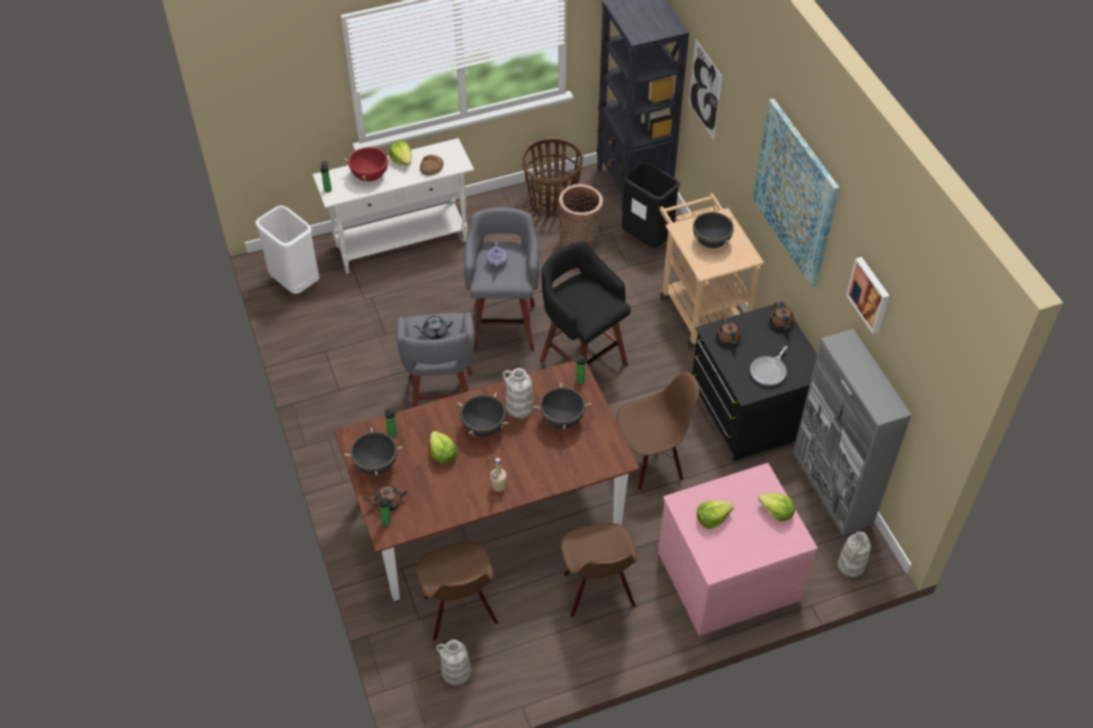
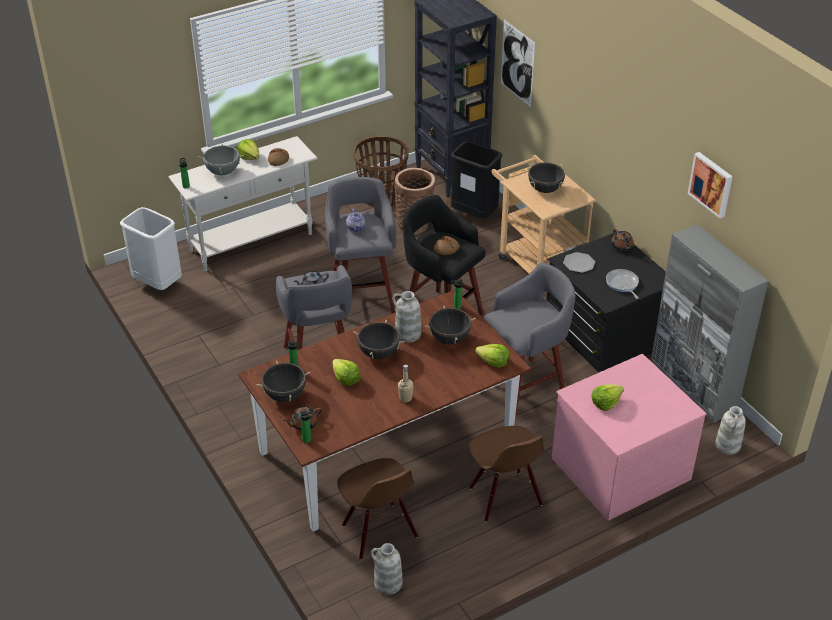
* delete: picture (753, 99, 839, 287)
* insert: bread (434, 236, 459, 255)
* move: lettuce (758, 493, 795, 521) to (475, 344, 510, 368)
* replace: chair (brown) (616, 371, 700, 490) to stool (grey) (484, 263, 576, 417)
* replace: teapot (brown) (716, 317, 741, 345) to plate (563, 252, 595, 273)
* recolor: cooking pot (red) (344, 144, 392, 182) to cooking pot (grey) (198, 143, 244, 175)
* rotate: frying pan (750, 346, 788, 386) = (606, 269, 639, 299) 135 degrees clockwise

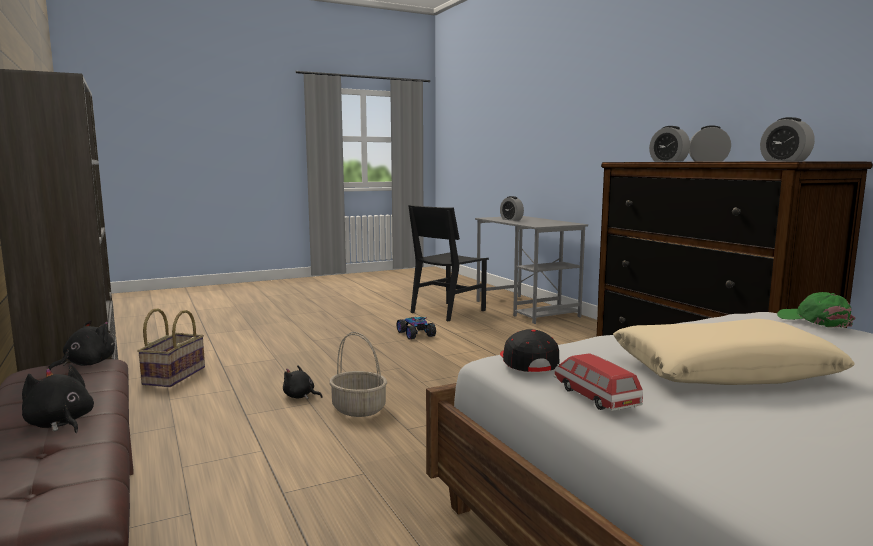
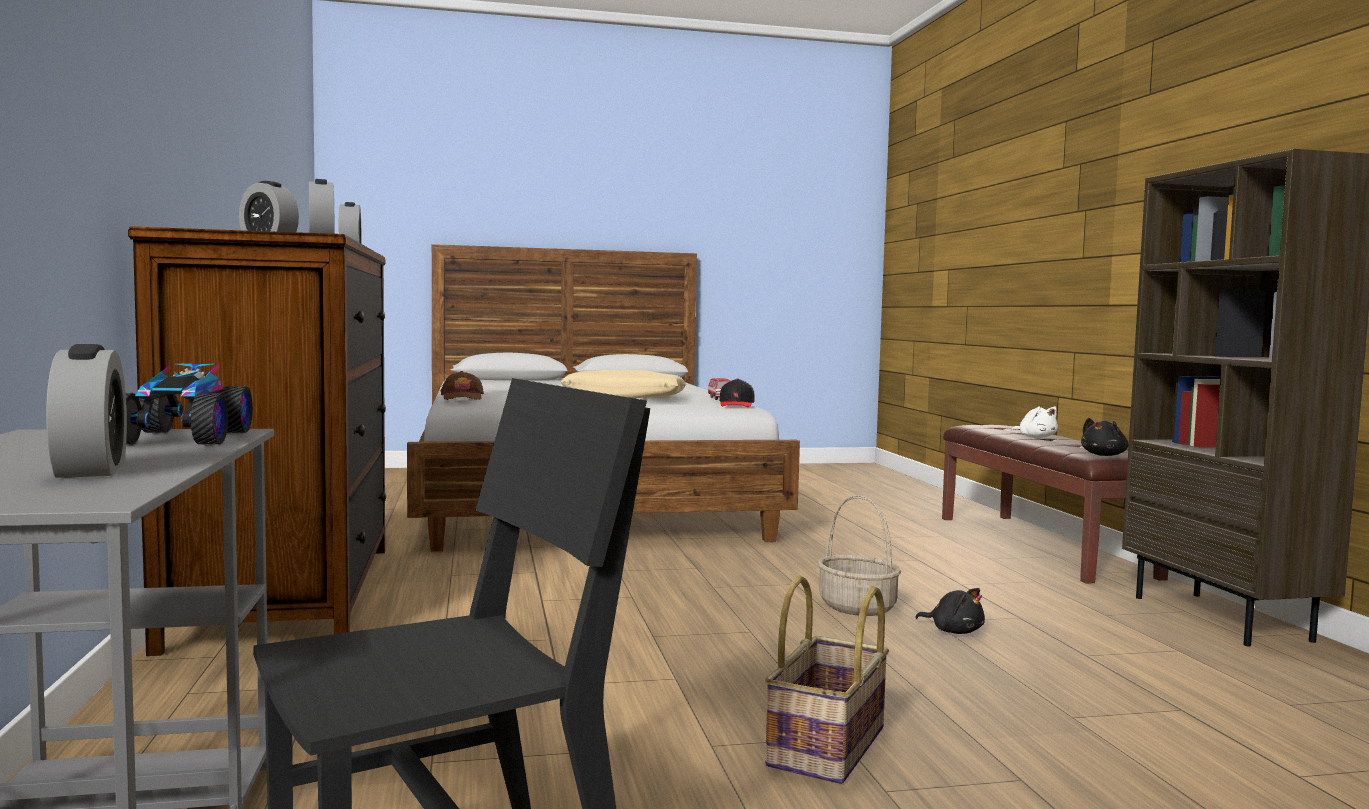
* move: basket (137, 308, 205, 387) to (765, 575, 889, 784)
* move: toy car (397, 317, 436, 339) to (126, 363, 253, 445)
* recolor: plush toy (black) (22, 365, 94, 433) to plush toy (white) (1011, 407, 1058, 438)
* recolor: cap (green) (777, 292, 856, 328) to cap (brown) (441, 371, 484, 400)

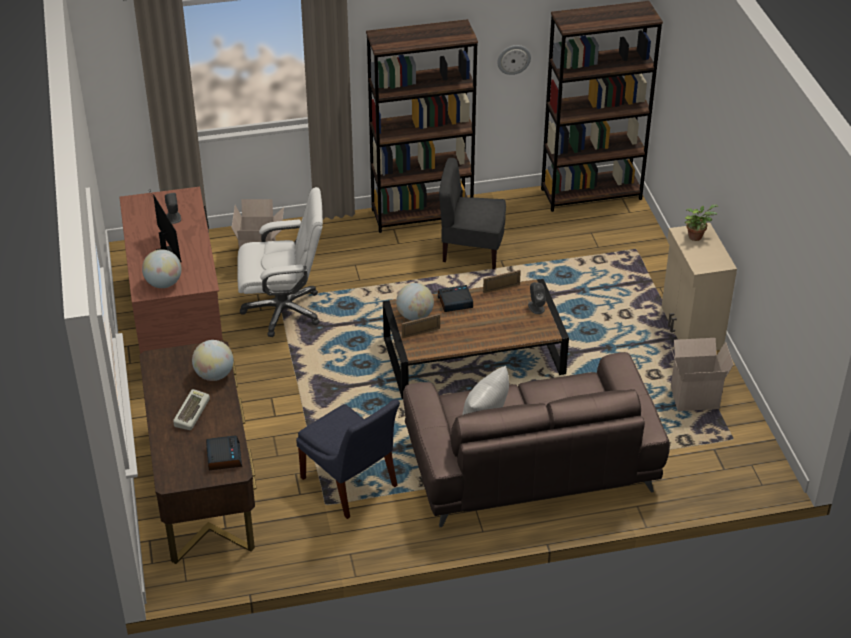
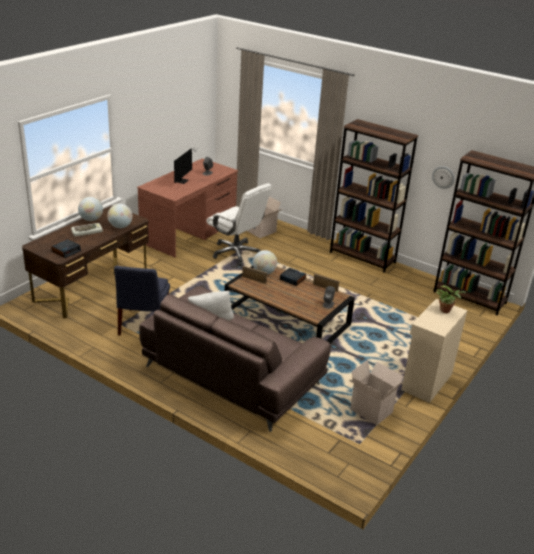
* delete: chair (grey) (439, 158, 506, 269)
* move: globe (142, 249, 182, 288) to (78, 197, 103, 221)

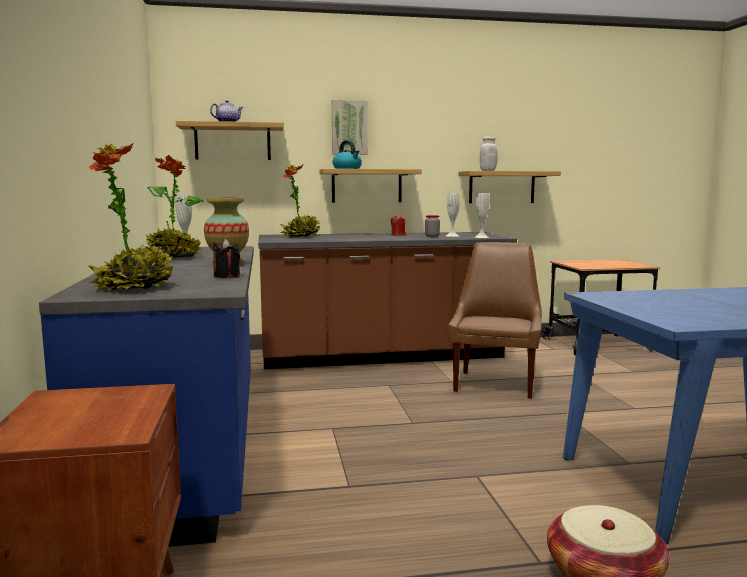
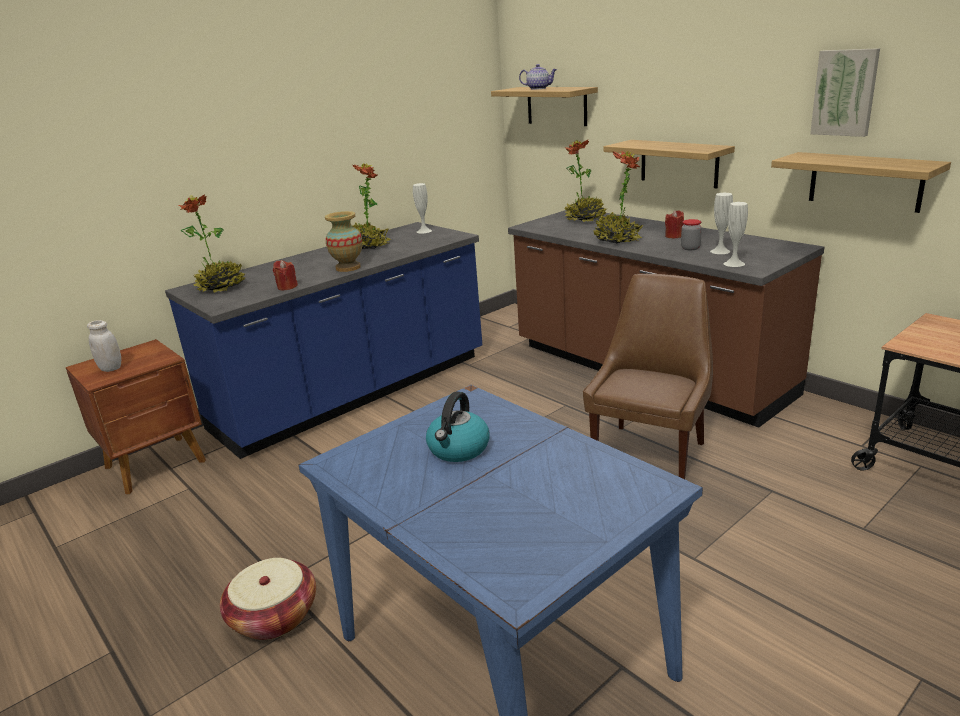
* insert: potted plant (593, 151, 643, 244)
* move: picture (332, 100, 368, 155) to (810, 48, 880, 137)
* move: kettle (333, 140, 362, 169) to (426, 392, 490, 462)
* move: jar (white) (480, 137, 498, 171) to (87, 320, 121, 372)
* recolor: candle (black) (213, 239, 240, 278) to candle (red) (273, 260, 298, 290)
* rotate: chair (brown) (448, 242, 542, 399) = (583, 274, 713, 479) 45 degrees counterclockwise

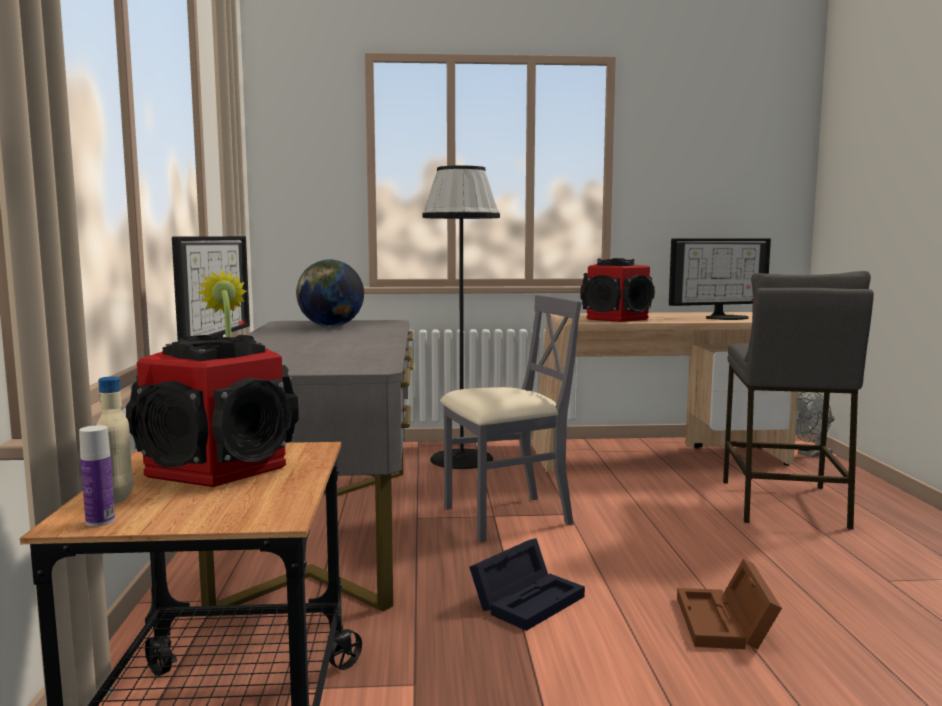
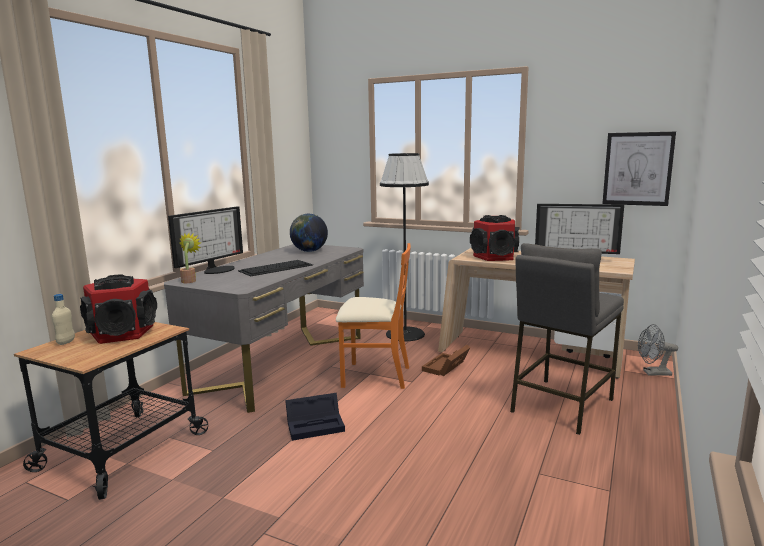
* delete: bottle (79, 425, 115, 526)
* insert: keyboard (238, 260, 313, 276)
* insert: picture (602, 132, 676, 206)
* move: storage box (brown) (677, 559, 782, 649) to (422, 345, 471, 376)
* recolor: chair (grey) (440, 295, 581, 542) to chair (orange) (336, 243, 411, 389)

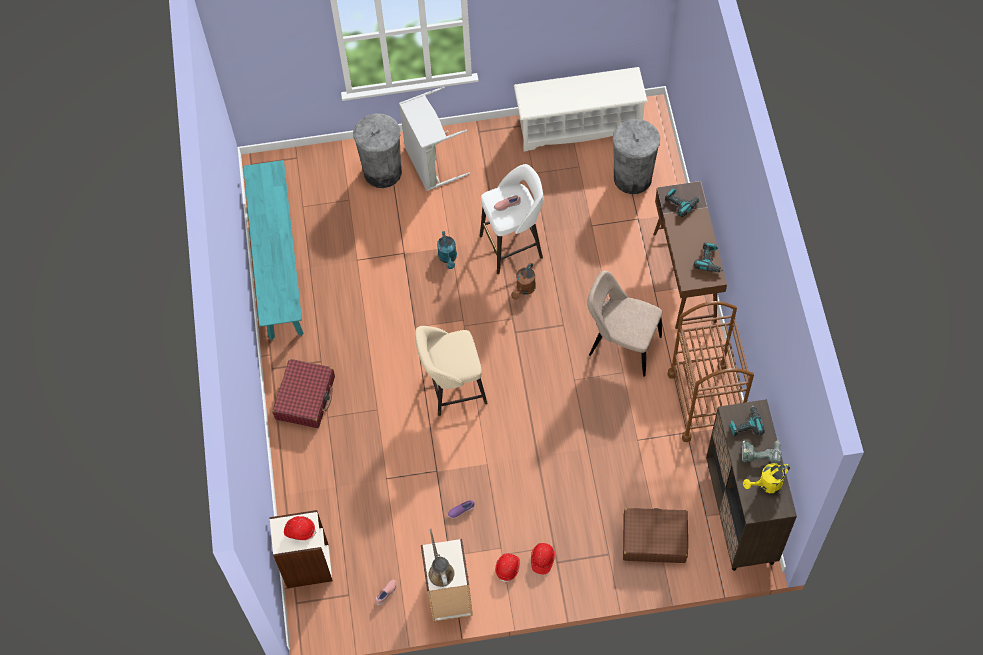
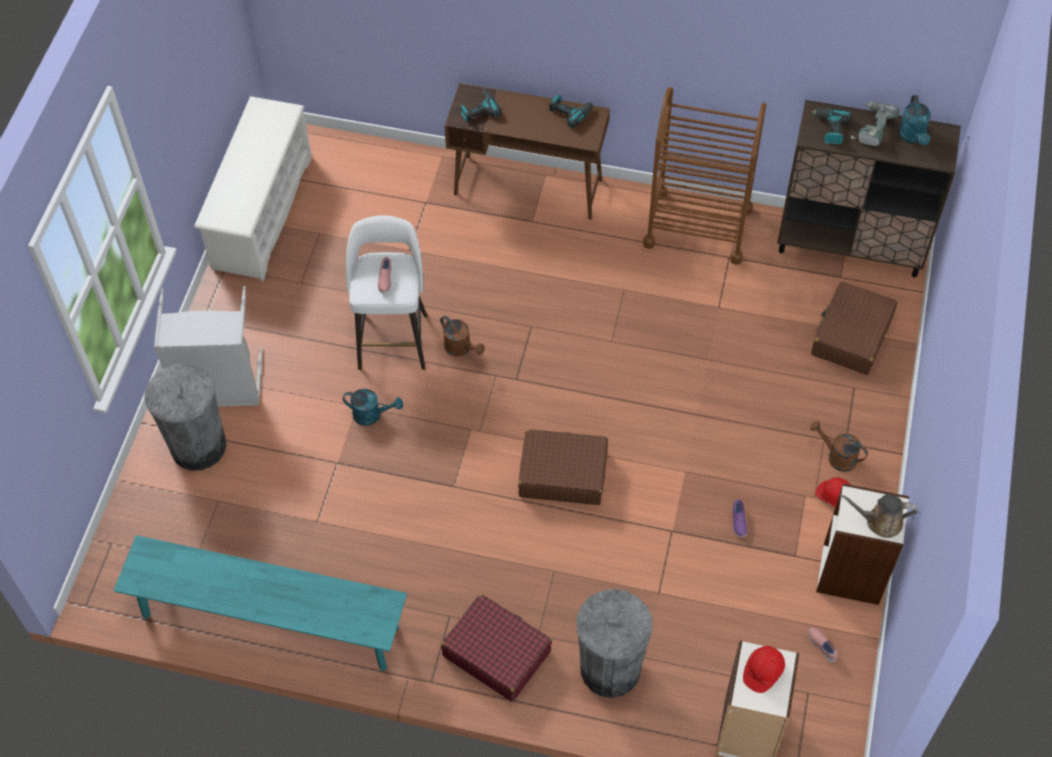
* delete: chair (beige) (587, 270, 662, 377)
* move: trash can (grey) (613, 119, 660, 194) to (576, 589, 653, 698)
* replace: stool (beige) (415, 326, 487, 416) to suitcase (brown) (518, 429, 608, 505)
* replace: hard hat (red) (531, 543, 555, 574) to watering can (brown) (810, 421, 868, 472)
* recolor: watering can (yellow) (743, 463, 790, 493) to watering can (turquoise) (898, 95, 931, 145)

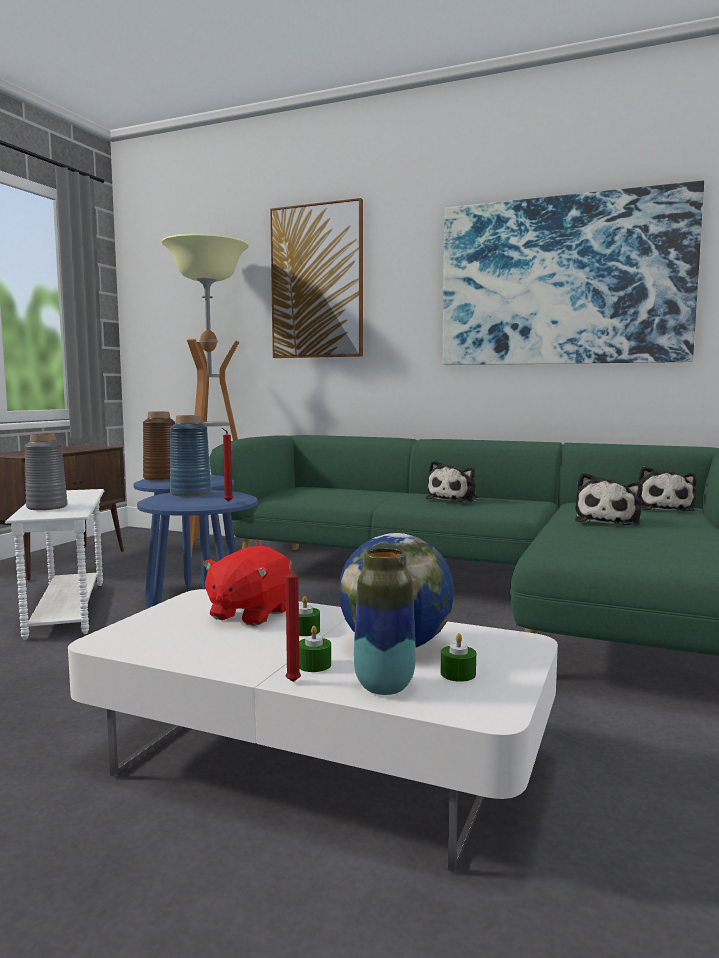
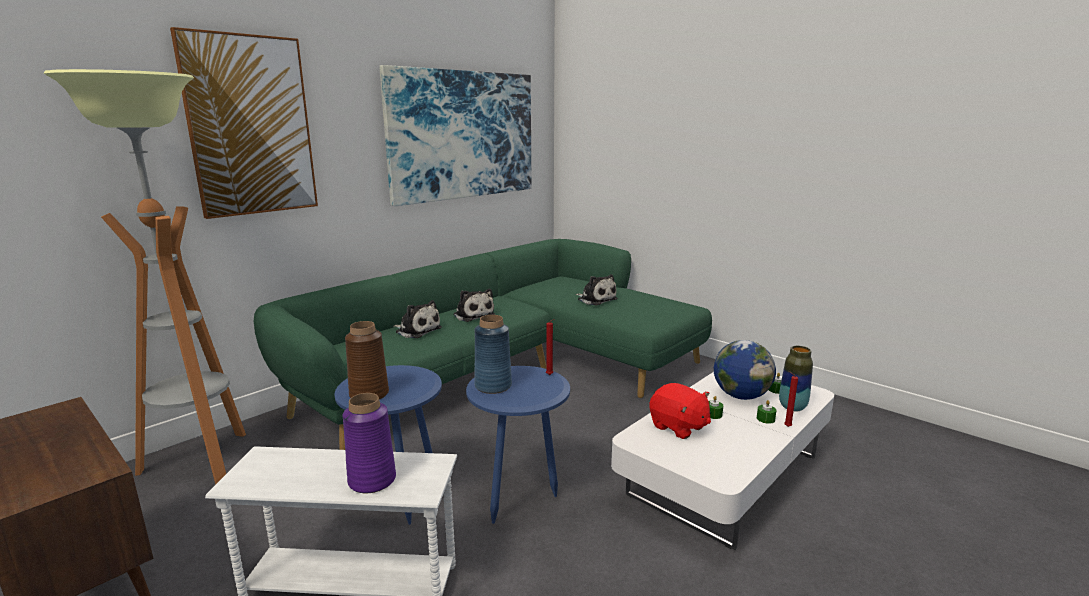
* move: plush toy (639, 466, 697, 511) to (394, 300, 442, 338)
* recolor: vase (grey) (24, 433, 68, 510) to vase (purple) (342, 393, 396, 493)

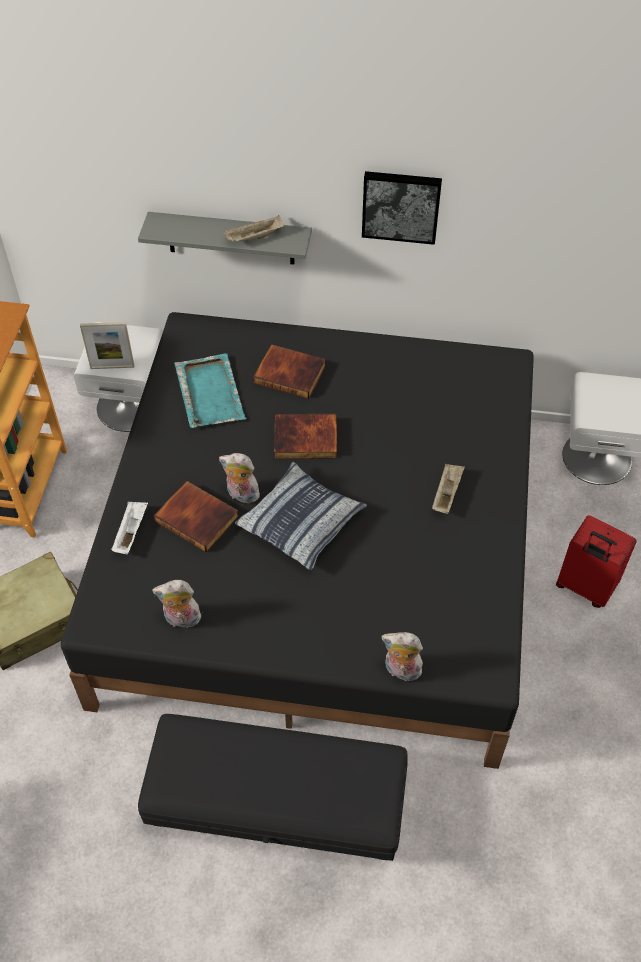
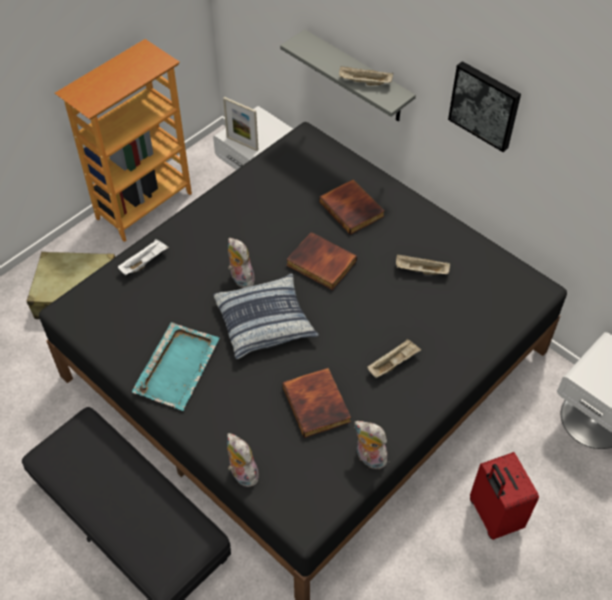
* insert: tray (beige) (396, 254, 450, 275)
* move: plush toy (152, 580, 201, 628) to (355, 421, 390, 469)
* move: book (154, 481, 239, 553) to (283, 368, 351, 438)
* move: tray (turquoise) (174, 353, 246, 428) to (132, 322, 219, 411)

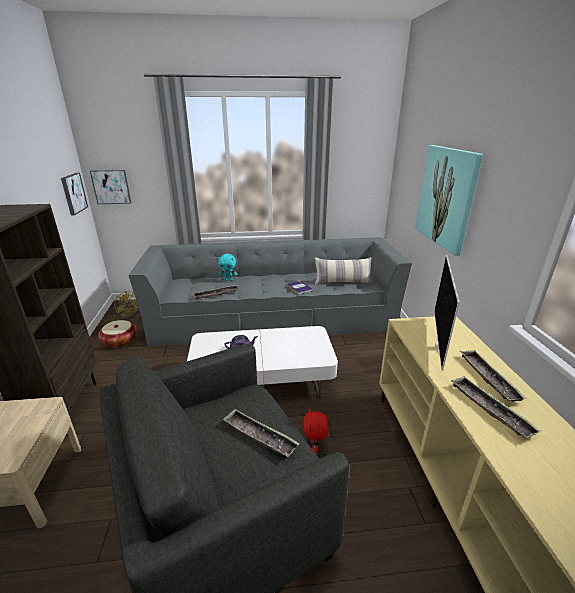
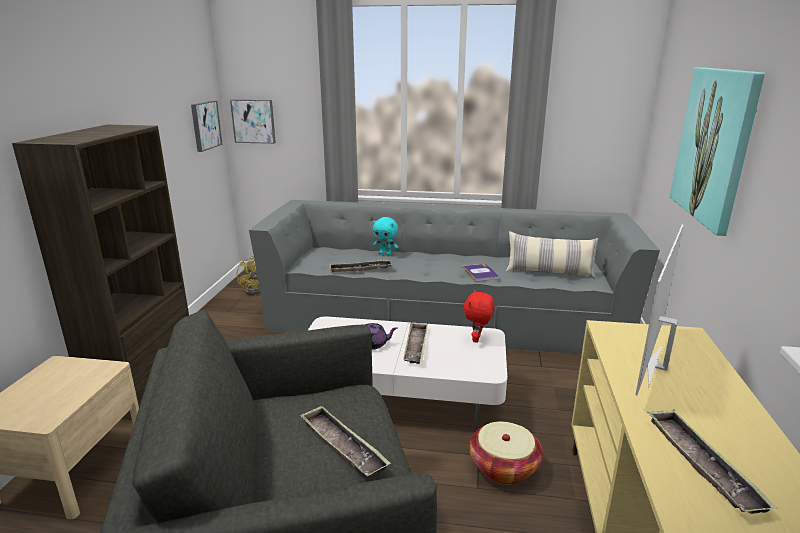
* move: basket (98, 320, 137, 348) to (469, 422, 543, 485)
* move: plush toy (red) (303, 408, 328, 453) to (464, 290, 495, 343)
* move: tray (460, 350, 527, 402) to (403, 323, 428, 364)

